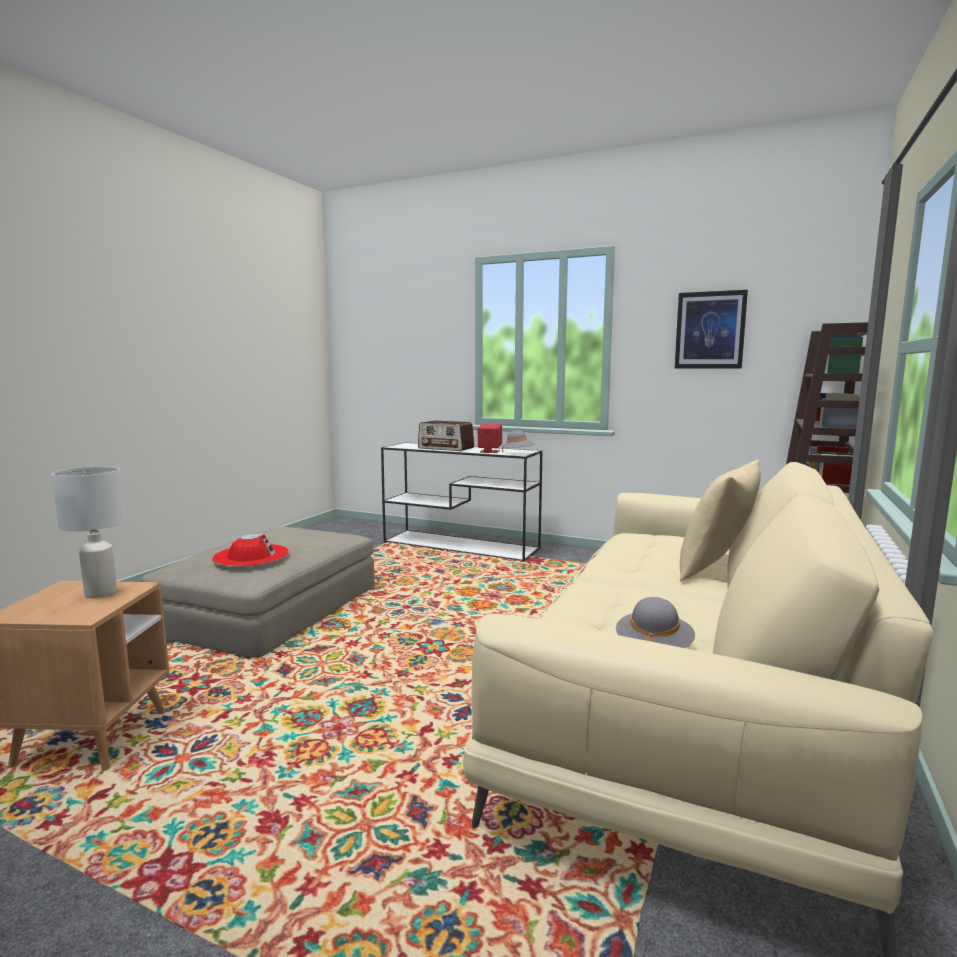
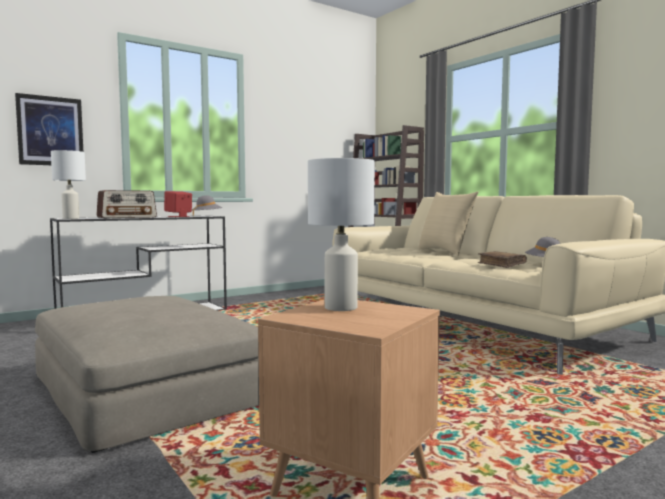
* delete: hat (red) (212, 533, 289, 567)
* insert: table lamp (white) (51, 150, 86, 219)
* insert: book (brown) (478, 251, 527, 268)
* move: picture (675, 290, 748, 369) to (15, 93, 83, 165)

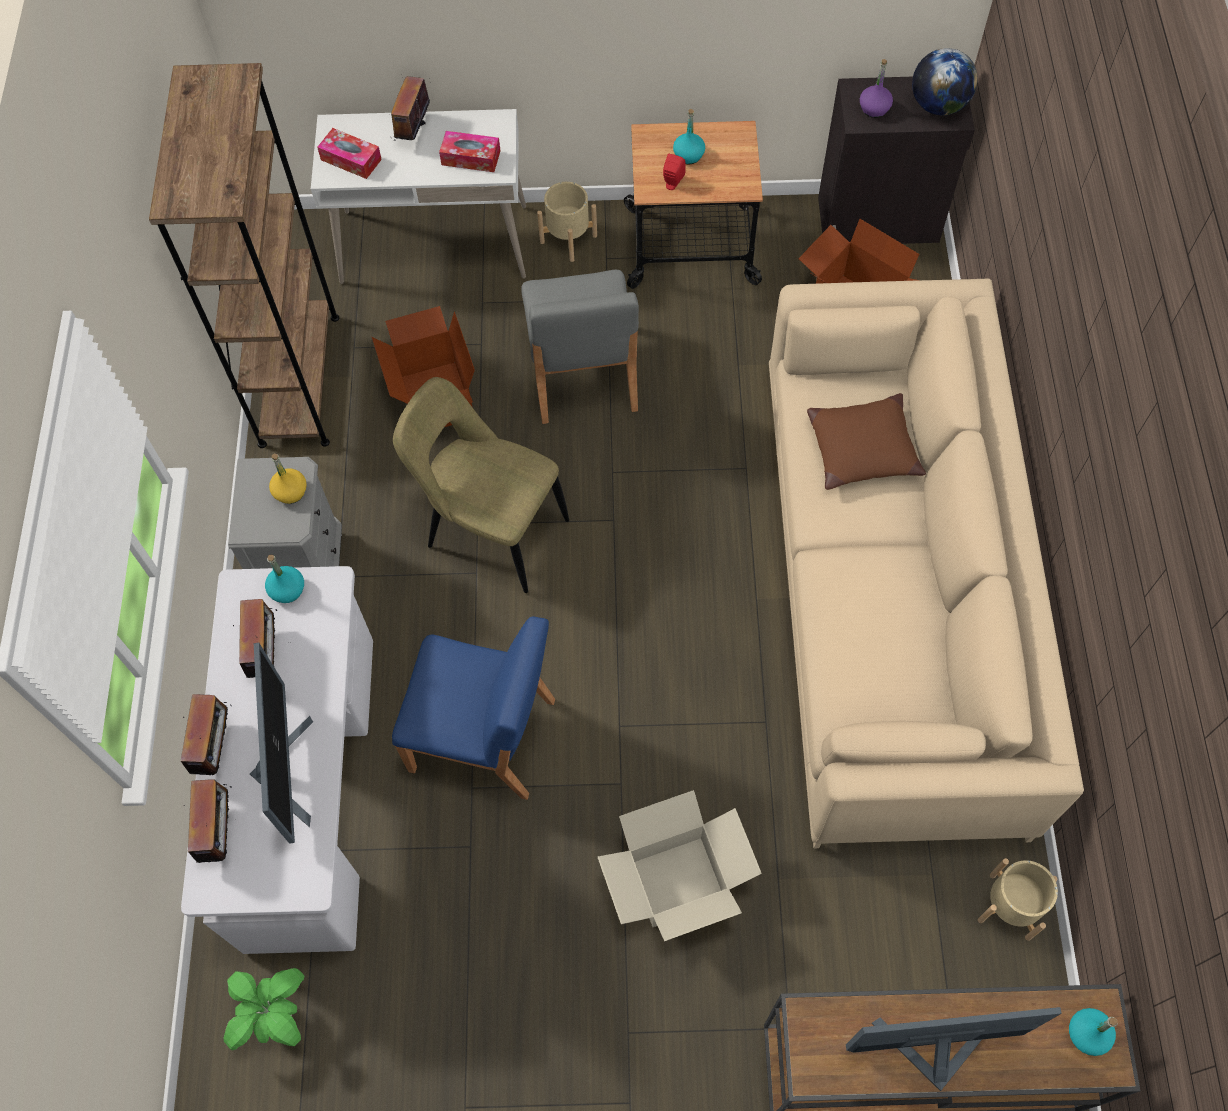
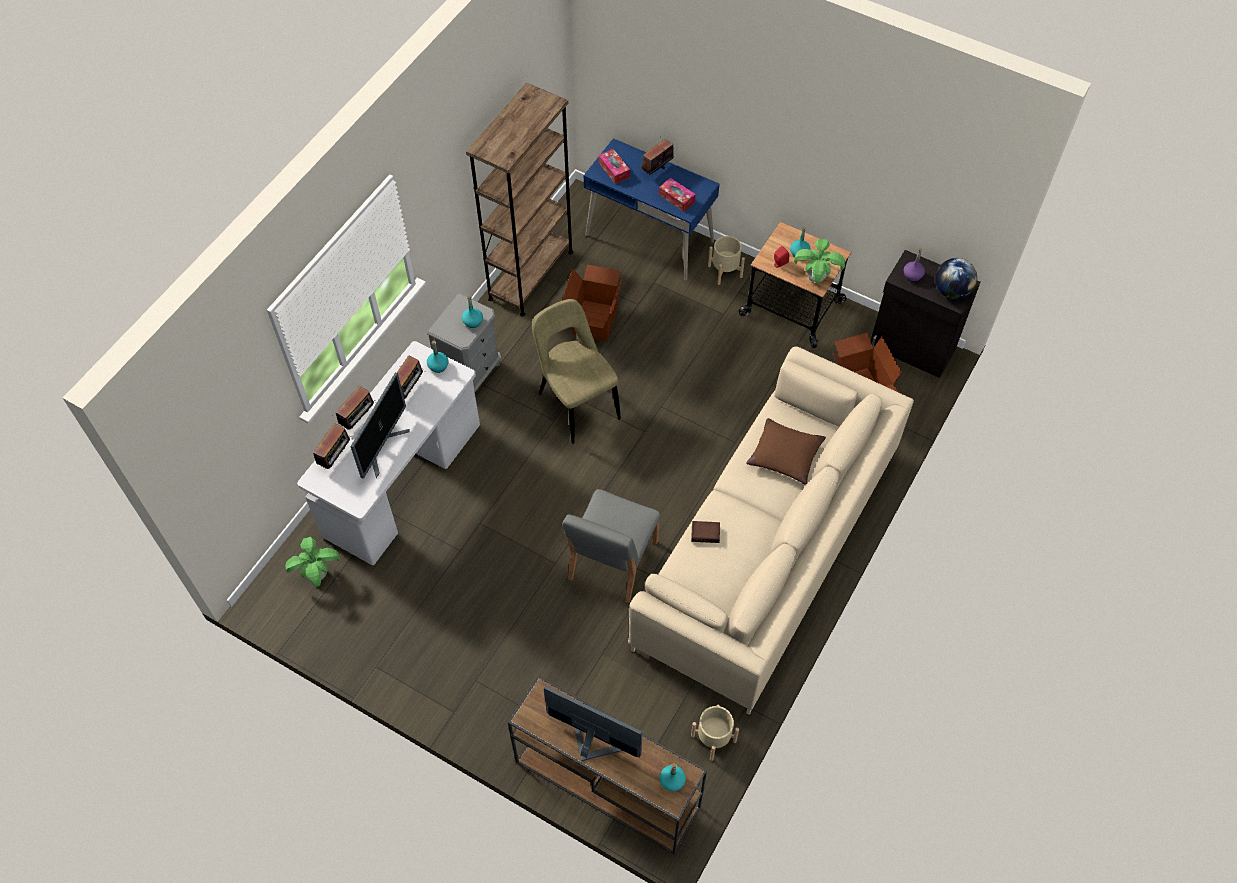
* delete: chair (blue) (392, 617, 555, 800)
* delete: cardboard box (598, 790, 762, 941)
* insert: book (691, 521, 720, 543)
* insert: potted plant (794, 238, 845, 283)
* move: chair (grey) (521, 270, 639, 424) to (563, 489, 661, 603)
* recolor: bottle (yellow) (269, 454, 307, 504) to bottle (turquoise) (462, 296, 483, 328)
* recolor: desk (white) (311, 109, 526, 284) to desk (blue) (584, 138, 720, 281)

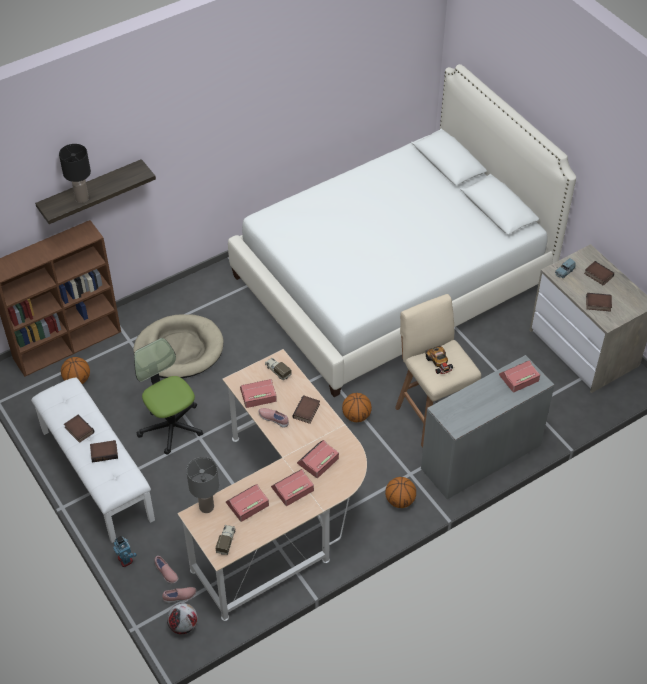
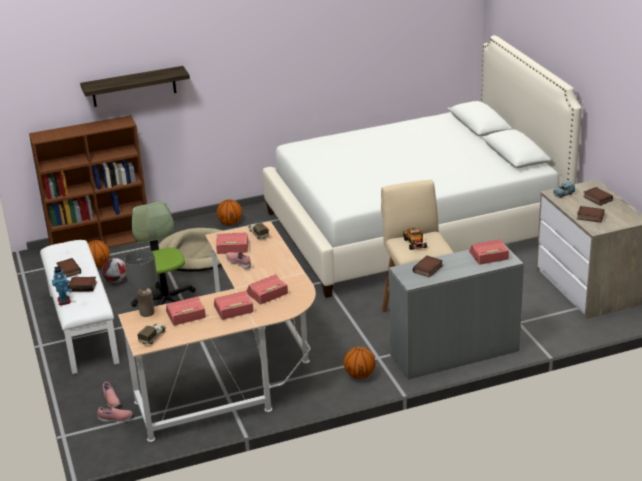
* delete: table lamp (black) (59, 144, 91, 203)
* move: toy robot (113, 536, 137, 567) to (52, 266, 72, 306)
* move: football (167, 603, 198, 635) to (102, 258, 127, 283)
* move: book (293, 395, 320, 424) to (413, 256, 443, 278)
* move: basketball (342, 393, 372, 422) to (217, 199, 242, 225)

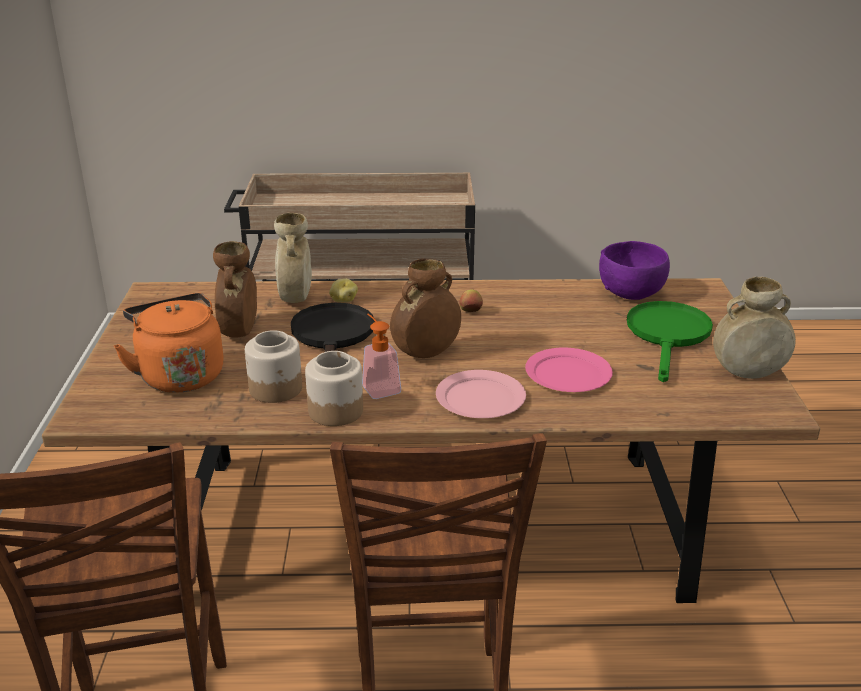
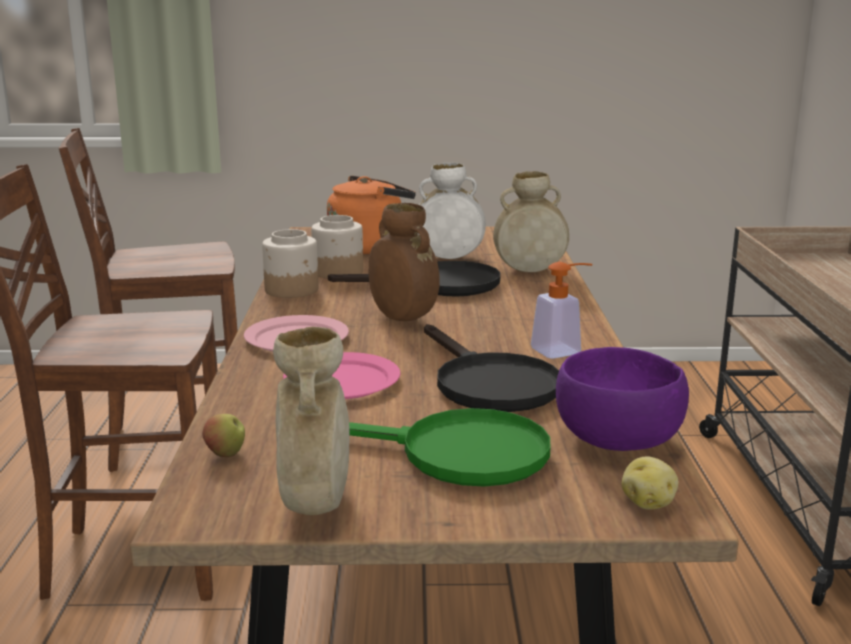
* insert: frying pan (black) (424, 324, 559, 412)
* move: potato (329, 279, 358, 303) to (622, 456, 678, 510)
* move: soap dispenser (362, 314, 401, 399) to (531, 262, 592, 359)
* move: apple (459, 289, 483, 312) to (202, 414, 245, 457)
* recolor: vase (brown) (213, 241, 257, 338) to vase (white) (417, 162, 486, 259)

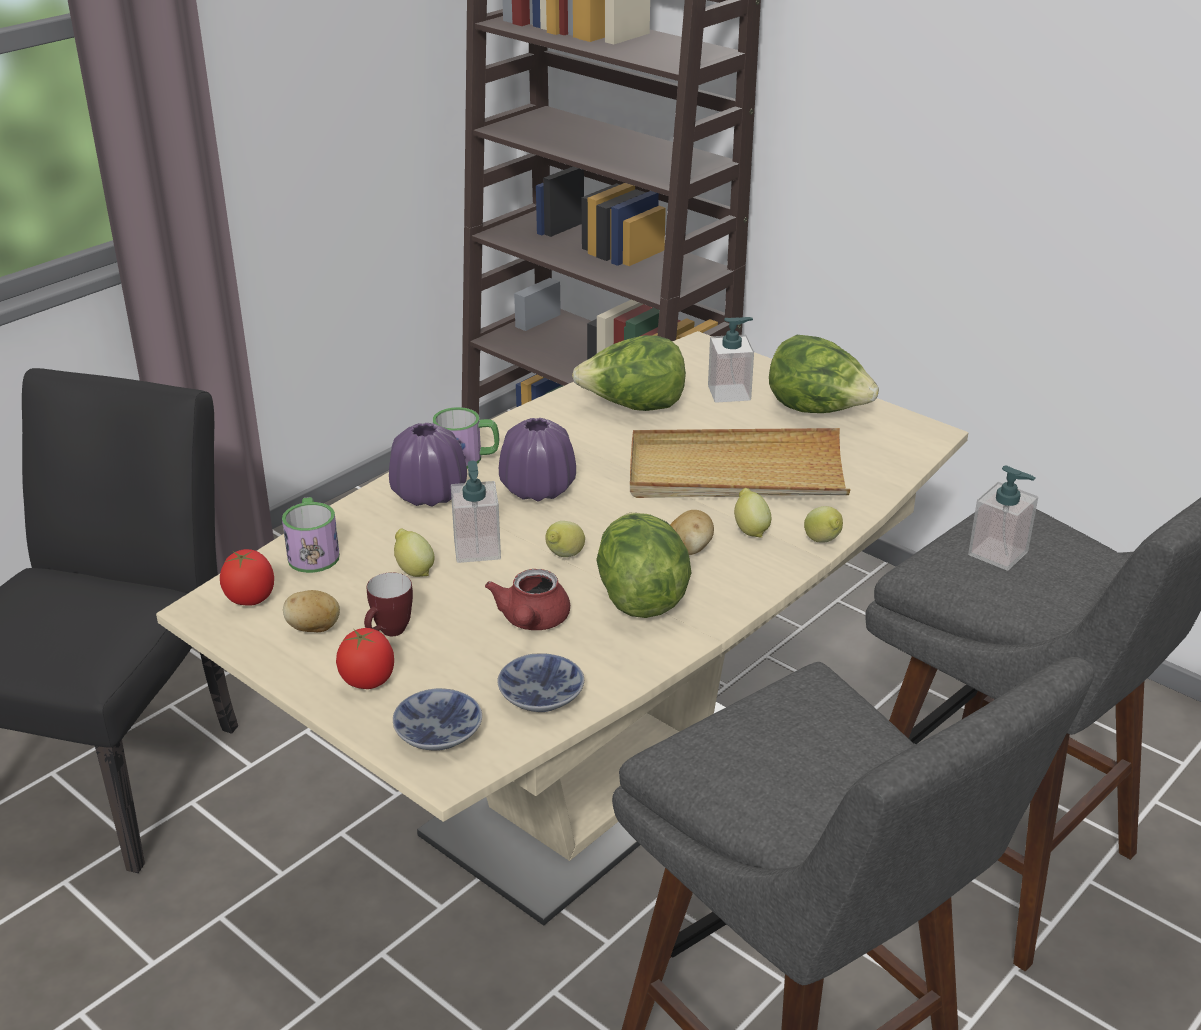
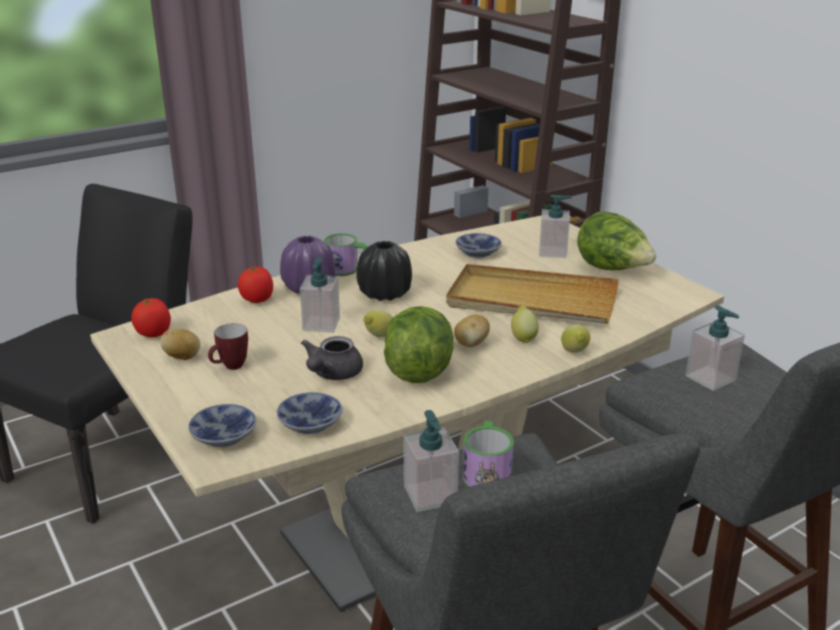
* delete: lemon (394, 528, 434, 577)
* insert: soap dispenser (403, 410, 459, 512)
* move: mug (282, 497, 340, 573) to (463, 421, 514, 488)
* move: tomato (336, 628, 394, 689) to (238, 267, 273, 303)
* replace: lettuce (572, 335, 686, 411) to bowl (456, 233, 502, 258)
* recolor: teapot (red) (485, 569, 570, 630) to teapot (grey) (301, 336, 363, 380)
* recolor: vase (purple) (499, 418, 576, 502) to vase (black) (356, 241, 412, 301)

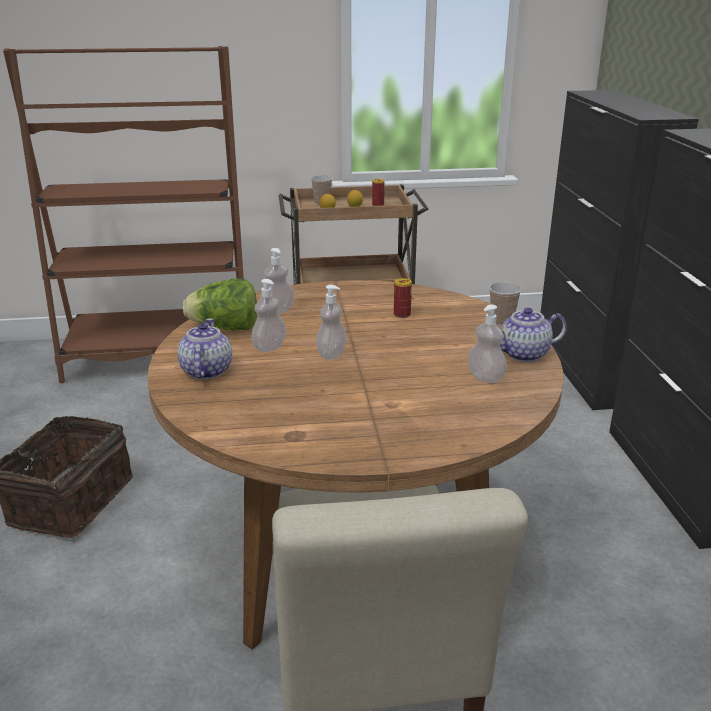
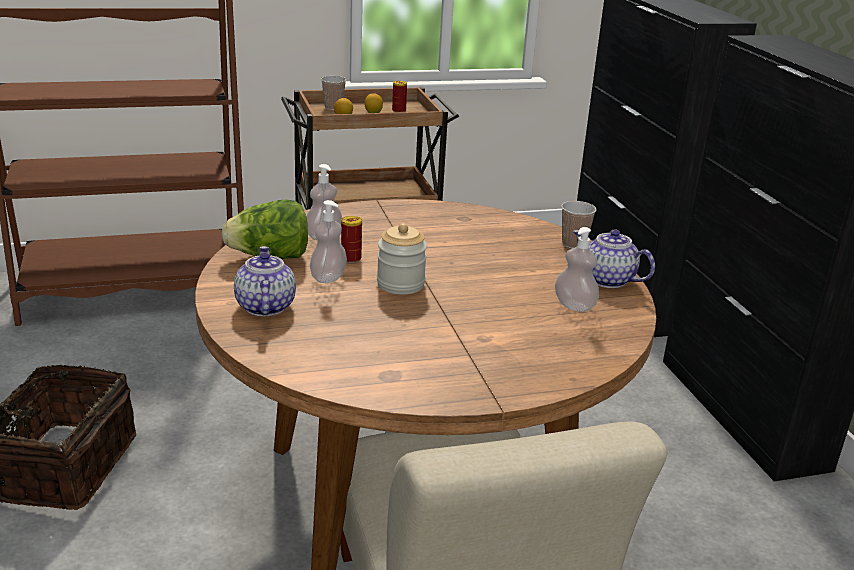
* move: can (394, 278, 412, 318) to (341, 216, 362, 263)
* replace: soap dispenser (316, 285, 346, 360) to jar (377, 223, 427, 295)
* rotate: teapot (497, 307, 567, 362) = (573, 229, 655, 288) 60 degrees clockwise

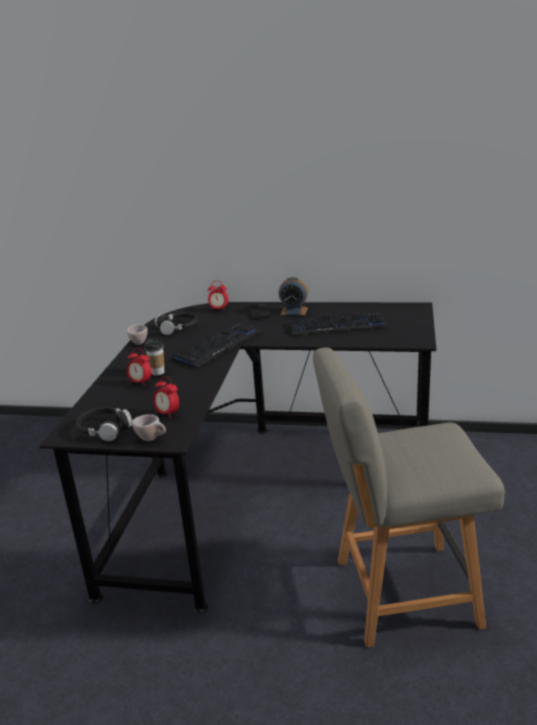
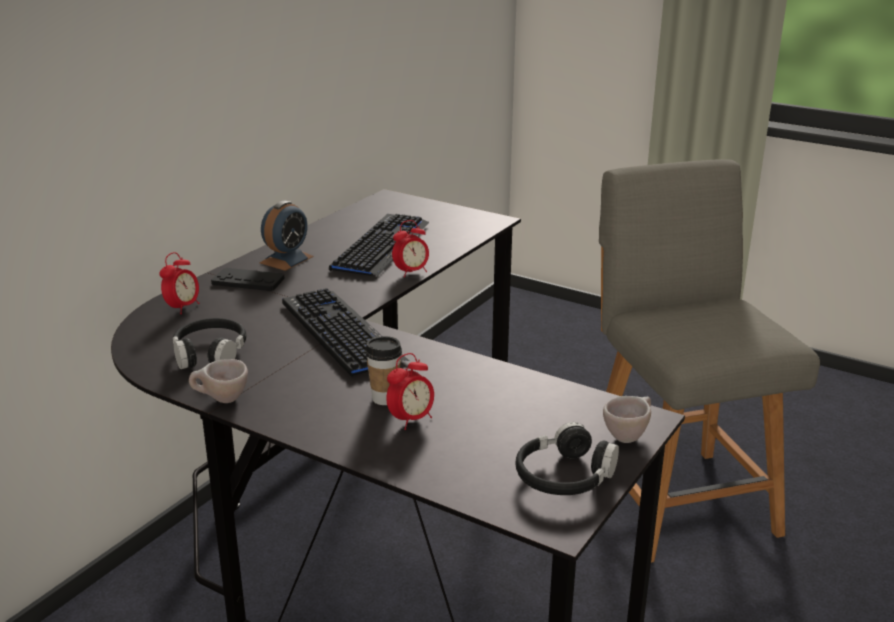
* move: alarm clock (153, 376, 179, 419) to (392, 220, 429, 277)
* rotate: chair (grey) (313, 348, 505, 647) = (599, 159, 820, 563) 150 degrees clockwise

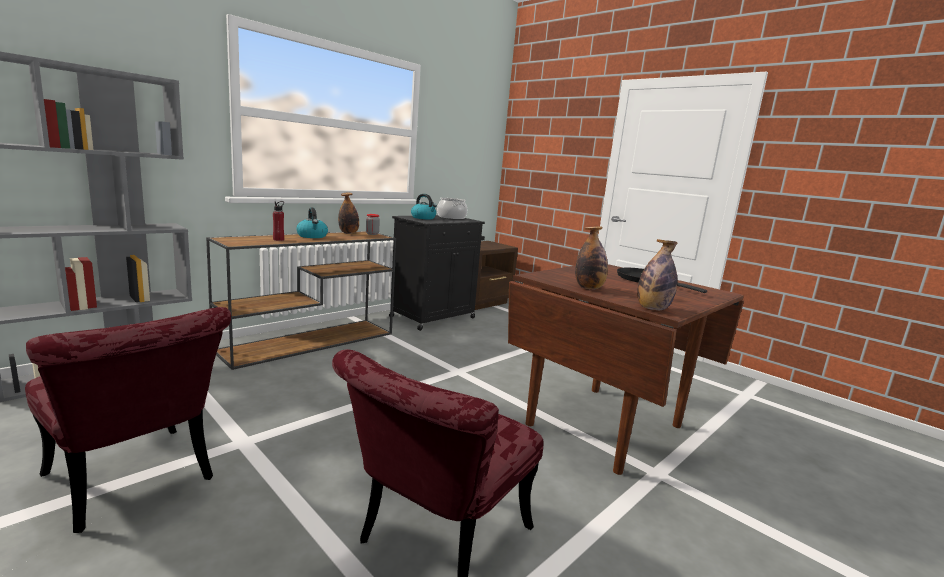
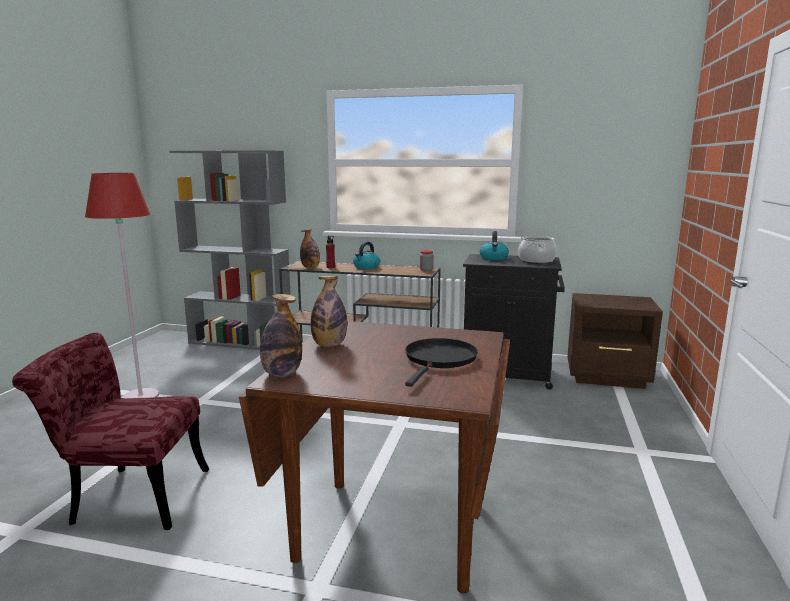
* move: bottle (338, 193, 359, 234) to (300, 229, 320, 268)
* replace: chair (red) (25, 307, 231, 533) to floor lamp (red) (85, 173, 159, 398)

